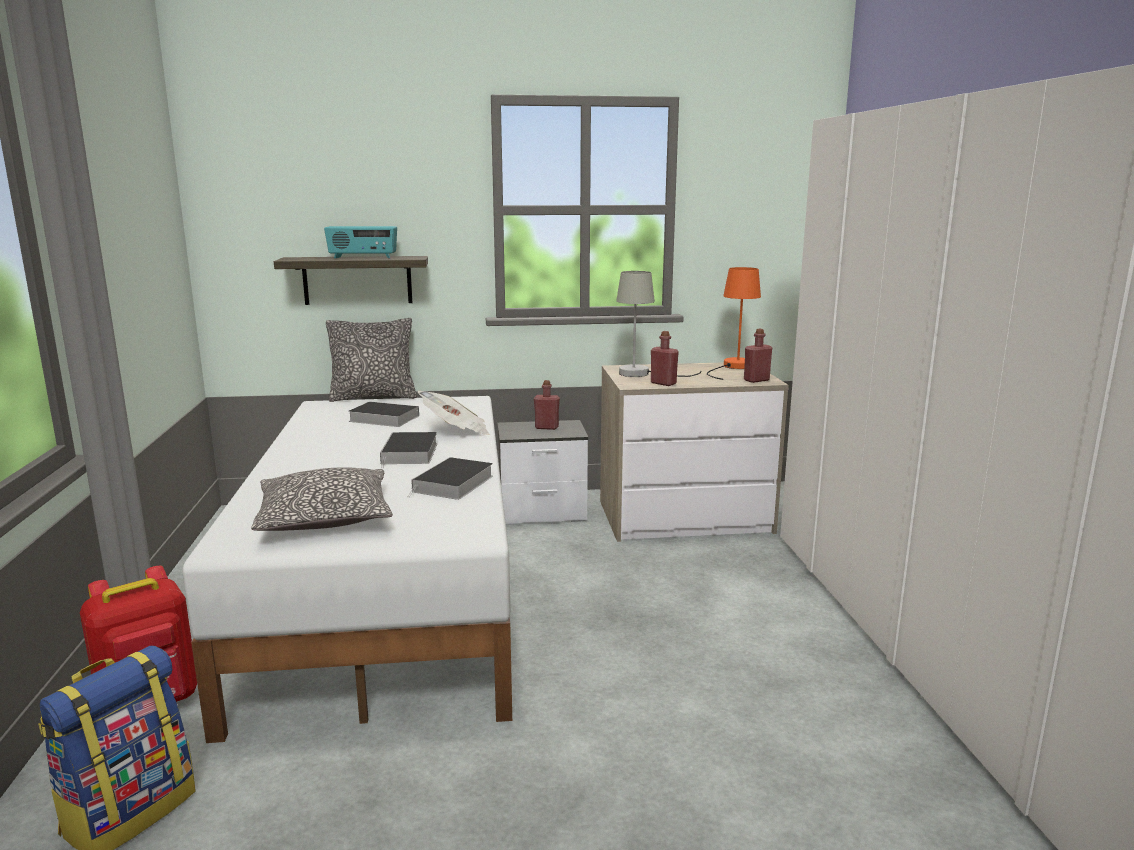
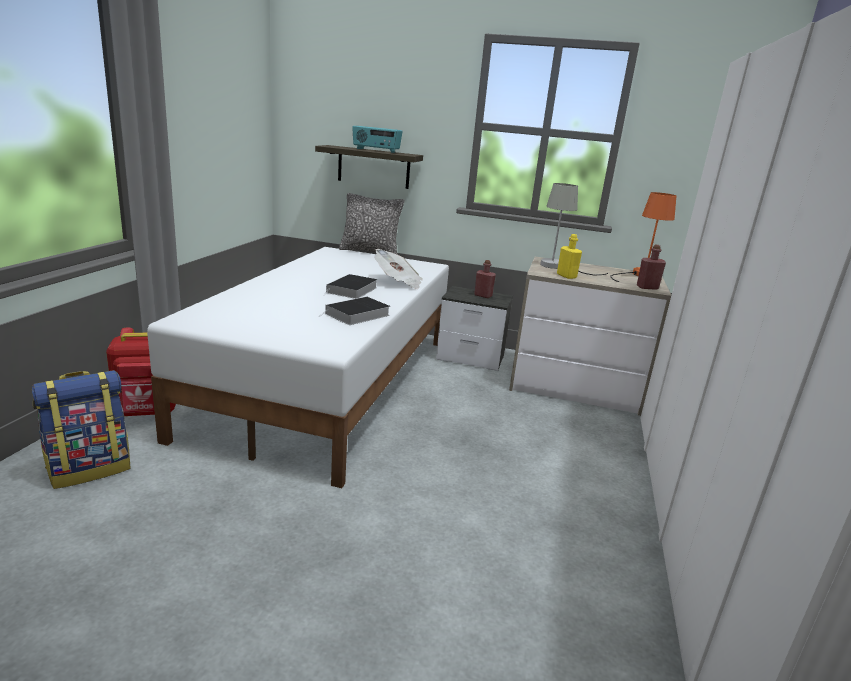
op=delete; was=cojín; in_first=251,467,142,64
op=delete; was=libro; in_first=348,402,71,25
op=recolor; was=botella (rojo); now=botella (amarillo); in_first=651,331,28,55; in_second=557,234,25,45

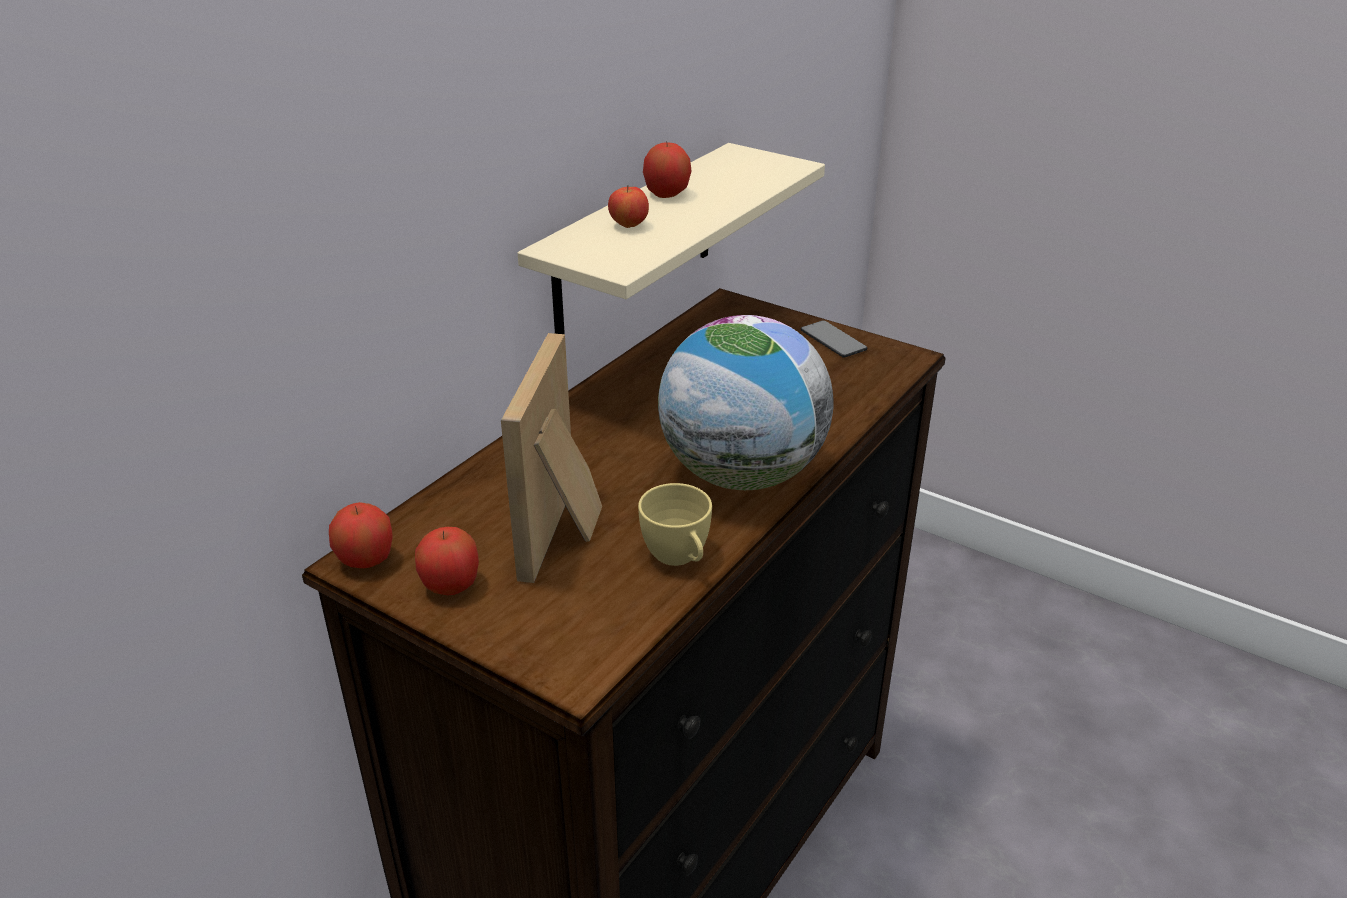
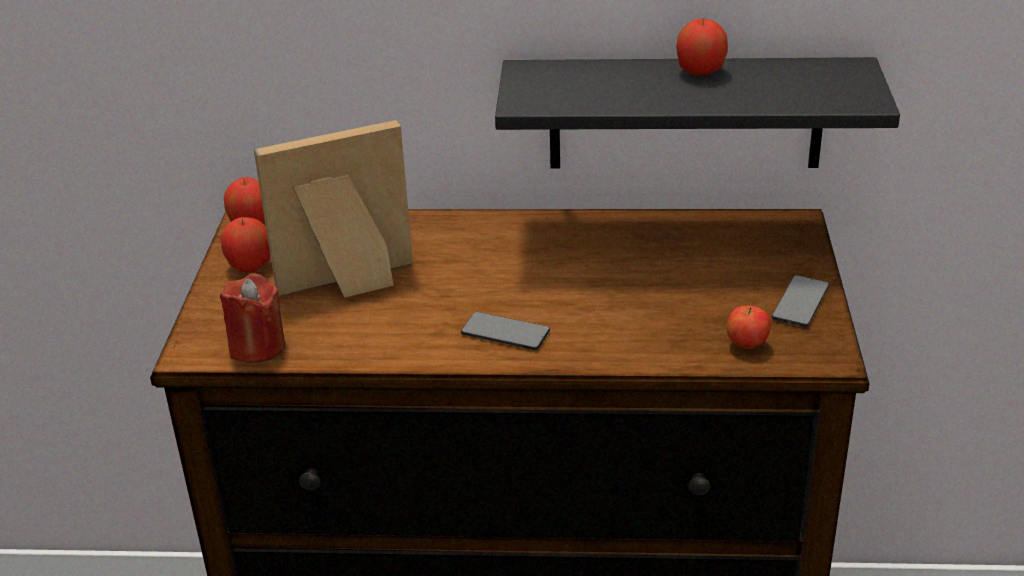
op=delete; was=taza (amarillo); in_first=638,483,74,83
op=insert; now=vela (rojo); in_second=220,273,65,90
op=move; was=manzana; in_first=608,185,41,43; in_second=727,306,44,43
op=replace; was=globo terráqueo; now=móvil; in_first=658,315,176,175; in_second=461,312,89,38
op=recolor; was=estante (beis); now=estante (negro); in_first=518,143,307,191; in_second=495,57,405,112

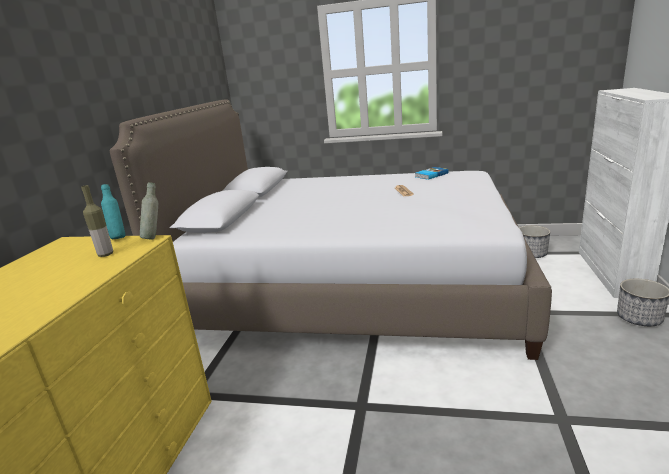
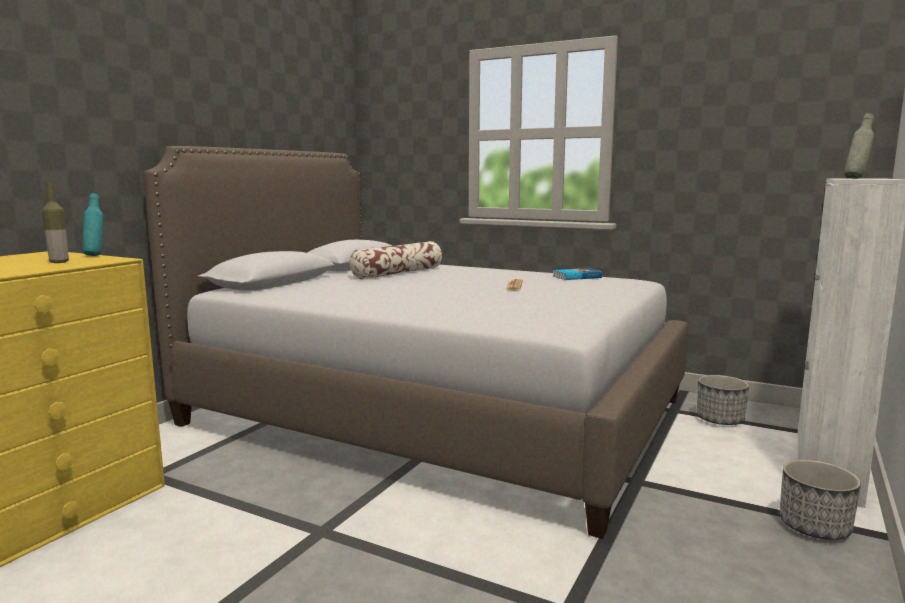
op=insert; now=cojín; in_second=349,241,93,38
op=move; was=botella (gris); in_first=140,182,18,58; in_second=844,113,30,66

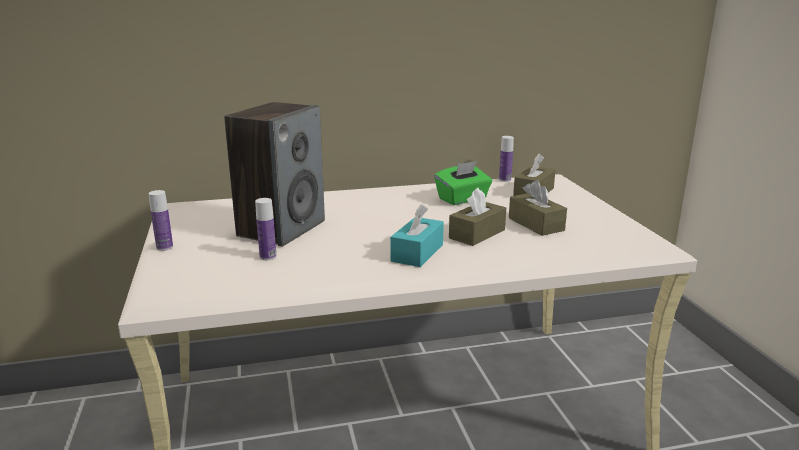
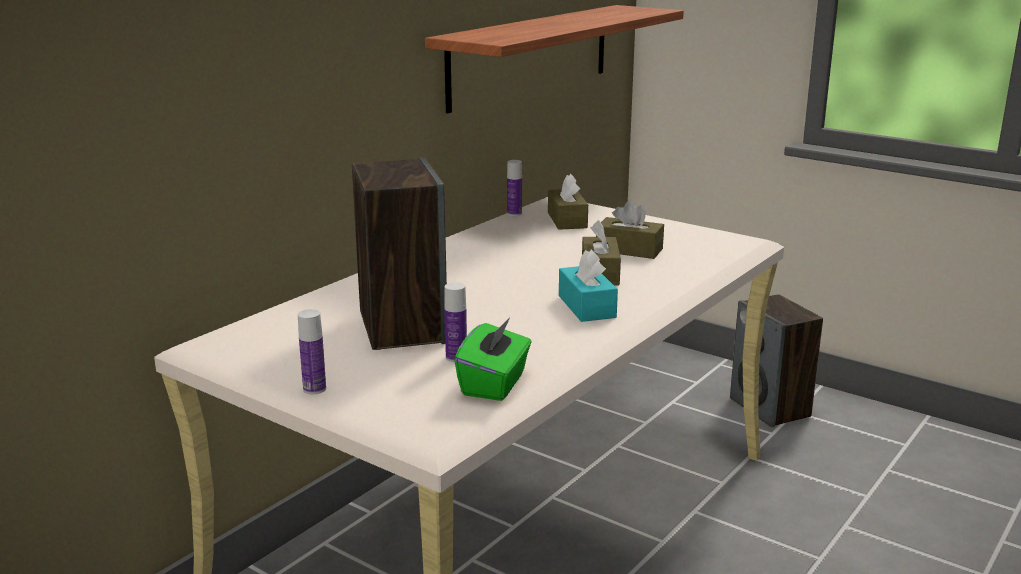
op=insert; now=estante; in_second=425,5,259,108
op=insert; now=altavoz; in_second=730,294,93,133
op=move; was=caja de pañuelos (verde); in_first=434,161,58,44; in_second=454,318,78,83

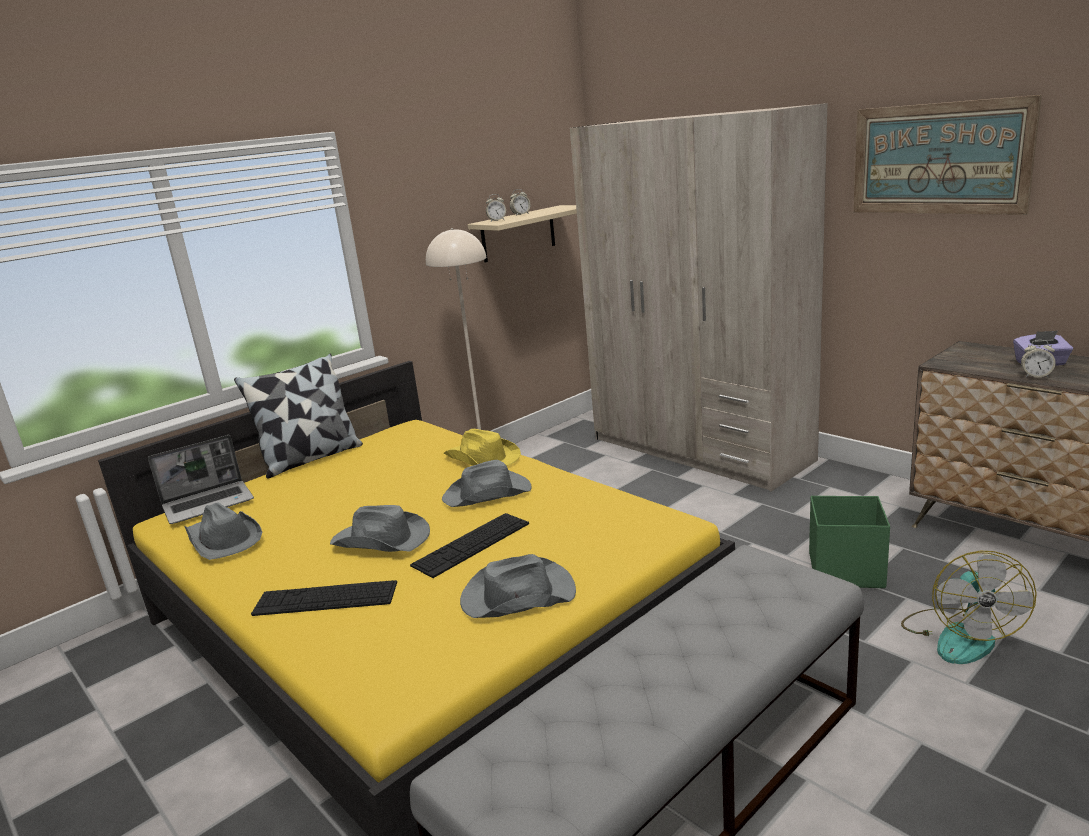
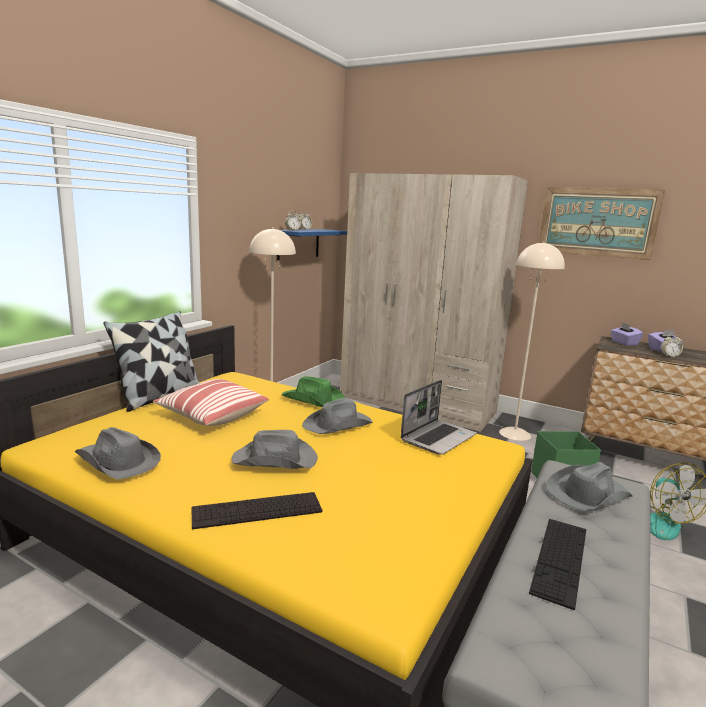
op=insert; now=cojín; in_second=153,379,116,47
op=insert; now=lámpara de pie (beis); in_second=499,242,66,199
op=insert; now=caja de pañuelos (morado); in_second=611,322,32,24
op=move; was=portátil; in_first=148,435,106,89; in_second=400,380,77,75
op=move; was=teclado; in_first=410,513,119,65; in_second=529,519,57,91
op=move; was=sombrero (gris); in_first=460,554,116,64; in_second=546,462,86,49
op=recolor; was=sombrero (amarillo); now=sombrero (verde); in_first=443,429,78,37; in_second=281,376,64,31
op=recolor; was=estante (beis); now=estante (azul); in_first=468,205,109,58; in_second=277,229,70,31

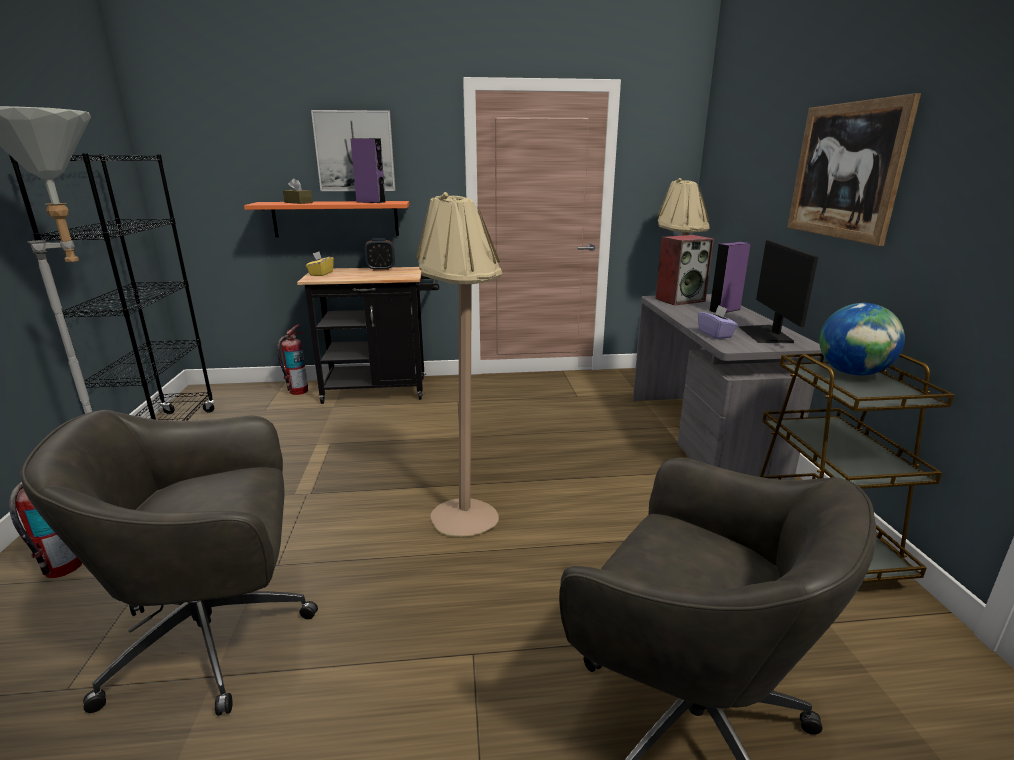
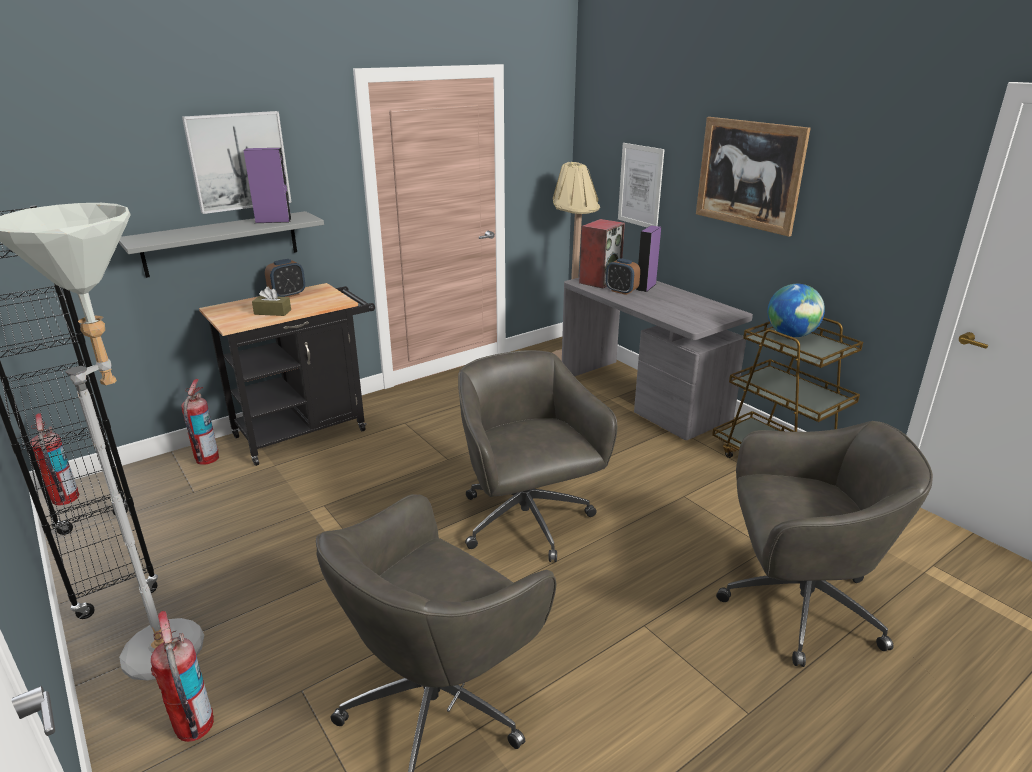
op=delete; was=caja de pañuelos (amarillo); in_first=306,251,28,25
op=delete; was=caja de pañuelos (morado); in_first=698,305,40,34
op=delete; was=monitor; in_first=739,240,79,103
op=insert; now=extintor; in_second=30,413,49,92
op=insert; now=despertador; in_second=606,258,34,37
op=insert; now=cuadro; in_second=618,143,47,84
op=move; was=caja de pañuelos (marrón); in_first=283,178,30,26; in_second=252,287,39,29
op=replace; was=lámpara de pie (beis); now=silla de oficina (gris); in_first=416,192,86,345; in_second=458,350,159,212
op=recolor; was=estante (naranja); now=estante (gris); in_first=244,201,165,36; in_second=119,211,205,67

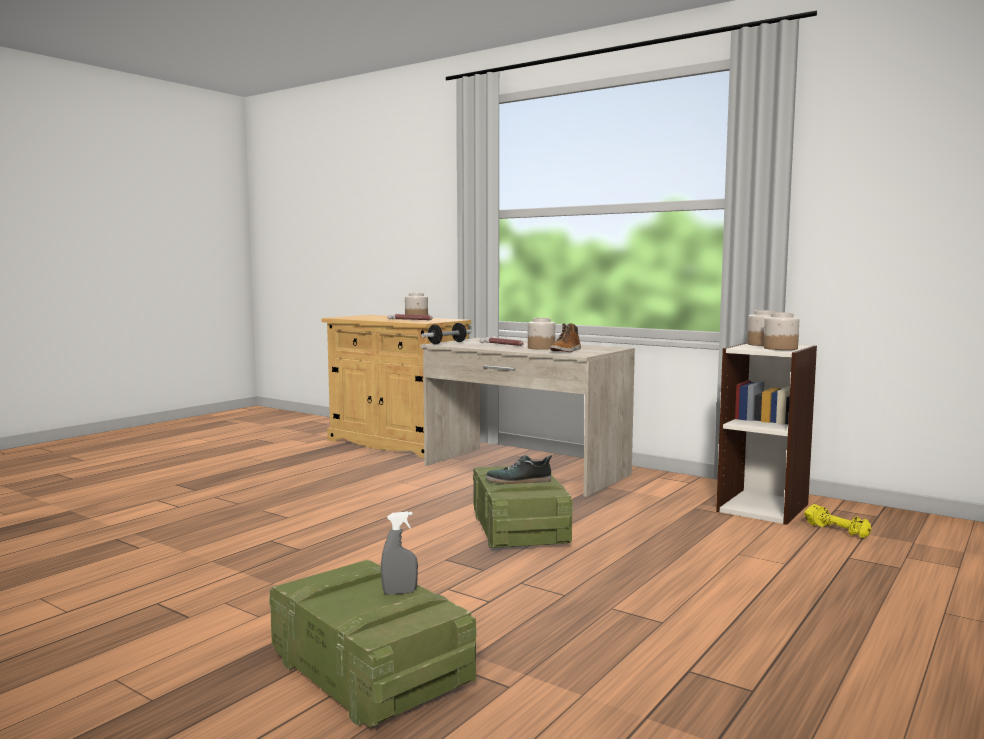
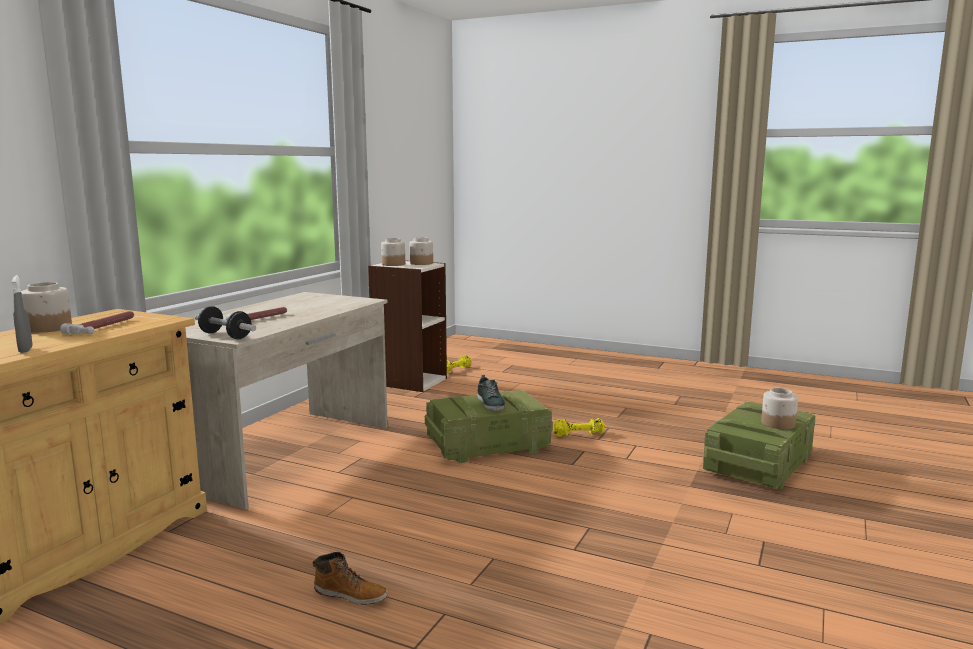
op=insert; now=mancuerna (amarillo); in_second=554,418,51,19
op=move; was=pulverizador (gris); in_first=381,511,37,84; in_second=12,275,21,78
op=move; was=tarro; in_first=528,318,27,32; in_second=761,388,37,42
op=move; was=bota; in_first=550,323,31,29; in_second=312,552,76,53

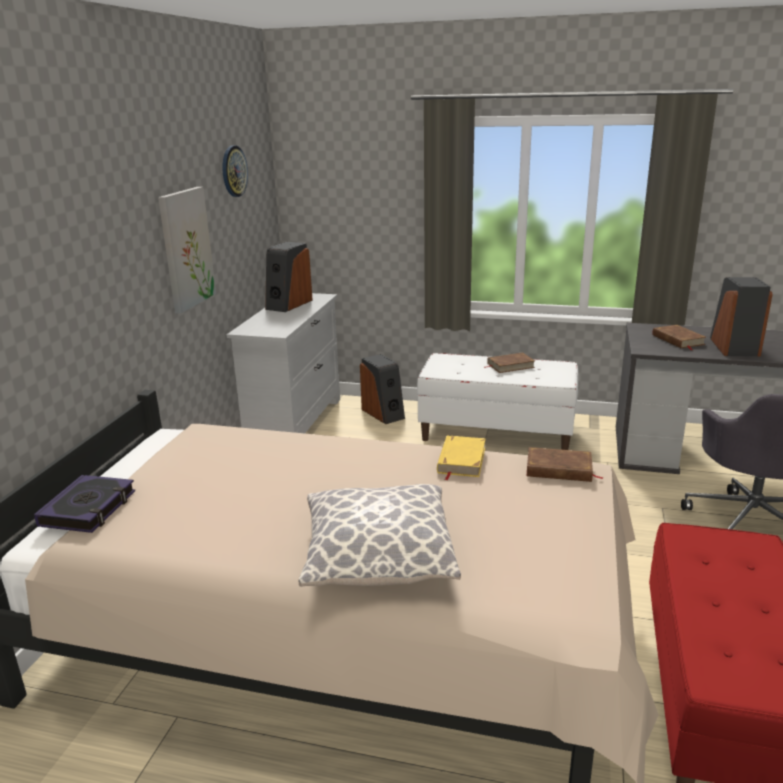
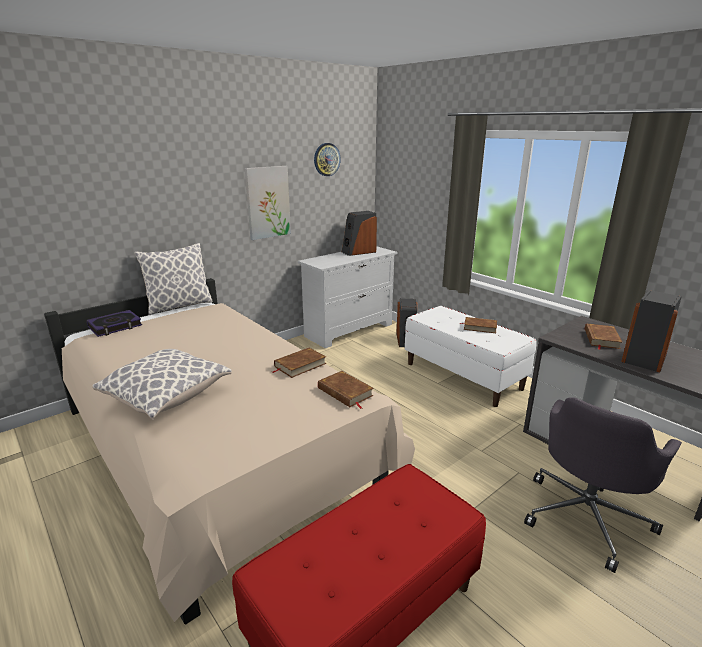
op=insert; now=cojín; in_second=135,243,78,72
op=recolor; was=libro (amarillo); now=libro (marrón); in_first=437,435,48,45; in_second=272,348,54,30

